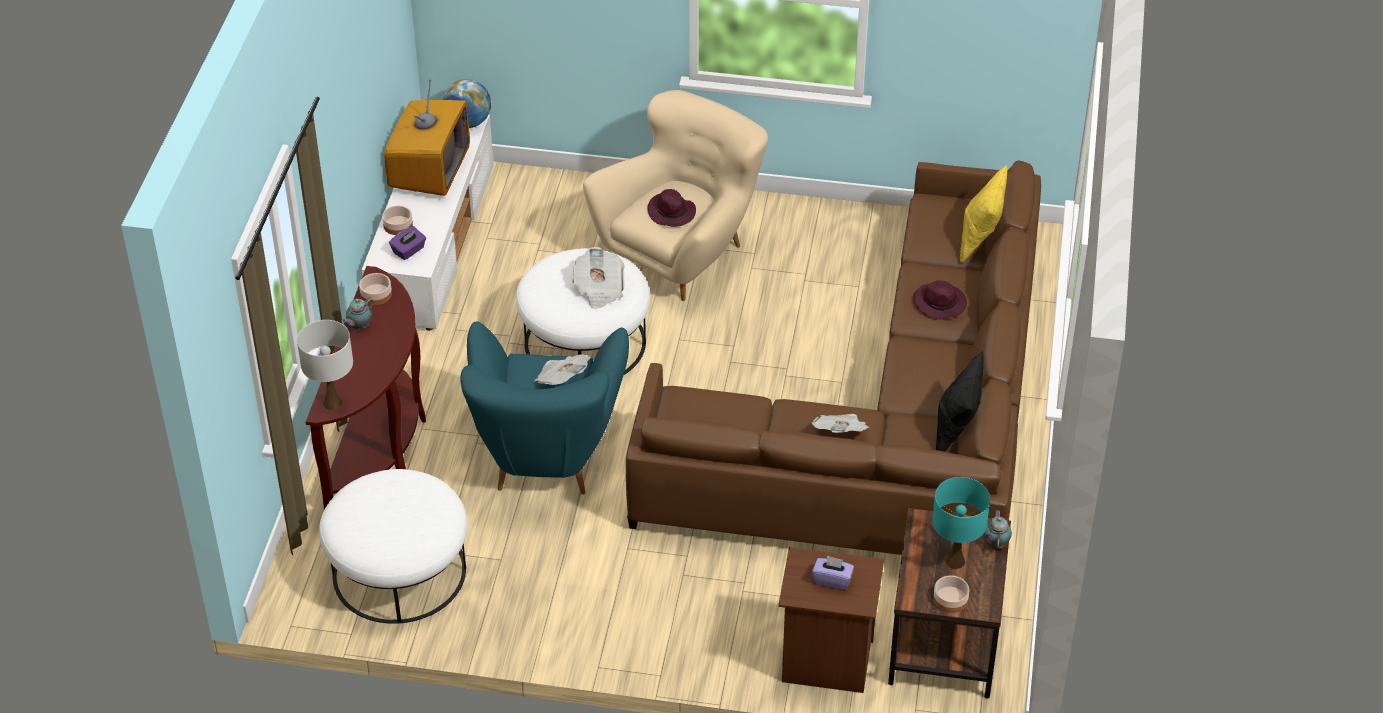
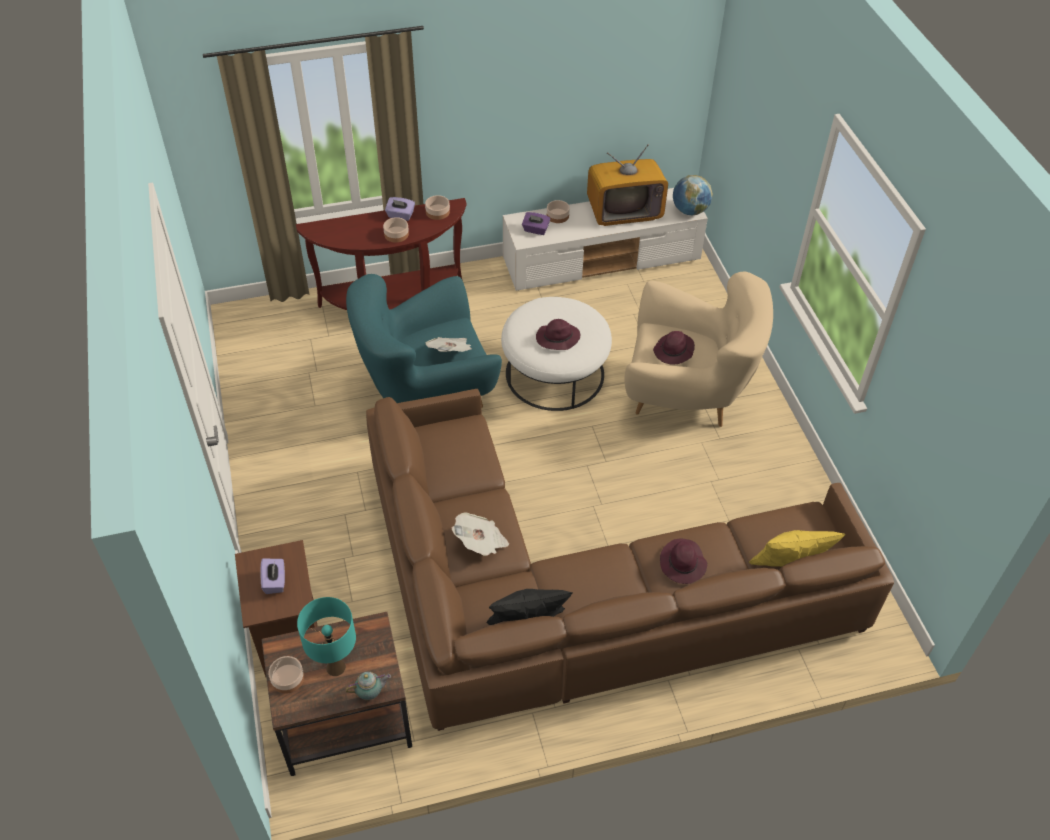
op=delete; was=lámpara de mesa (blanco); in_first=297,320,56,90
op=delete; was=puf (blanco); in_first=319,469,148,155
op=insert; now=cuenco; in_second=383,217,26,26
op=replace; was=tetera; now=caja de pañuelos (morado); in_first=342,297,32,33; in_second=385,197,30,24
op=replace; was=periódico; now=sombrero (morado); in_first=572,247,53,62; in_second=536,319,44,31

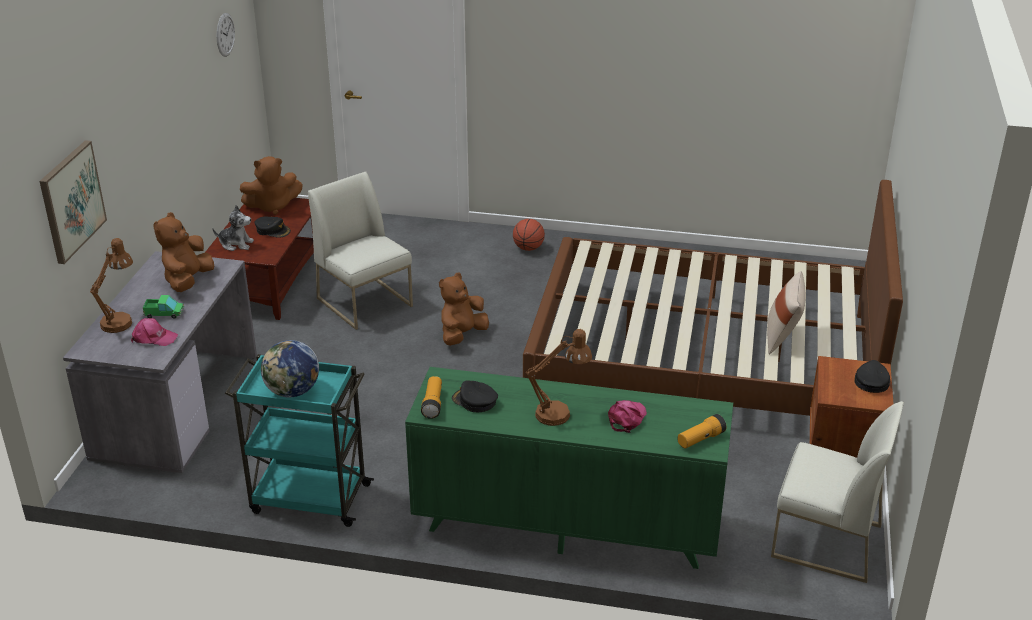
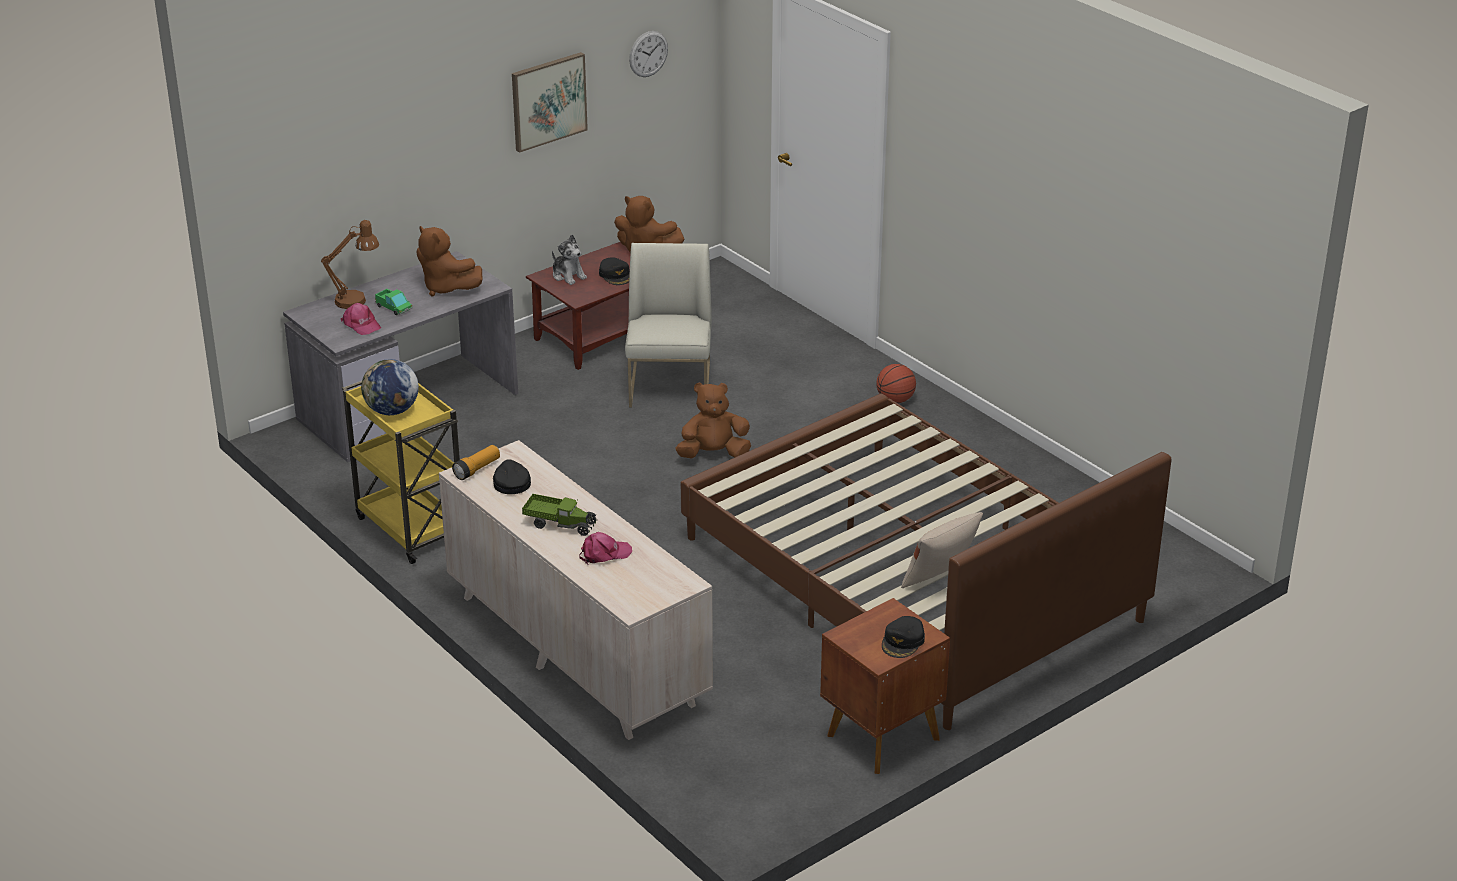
op=delete; was=linterna; in_first=677,414,49,34
op=delete; was=silla (blanco); in_first=771,401,133,182
op=move; was=cuadro; in_first=39,140,68,124; in_second=512,52,76,101
op=replace; was=lámpara de mesa (marrón); now=camión de juguete; in_first=526,329,66,97; in_second=522,494,75,42
op=recolor; was=carrito (turquesa); now=carrito (amarillo); in_first=225,354,149,173; in_second=342,381,118,183
op=recolor; was=cómoda (verde); now=cómoda (beis); in_first=405,367,328,202; in_second=439,440,274,300
op=rotate; was=peluche (marrón); in_first=153,212,61,80; in_second=417,226,65,70; clockwise=-105
op=rotate; was=gorra (negro); in_first=854,360,36,33; in_second=882,616,43,42; clockwise=150

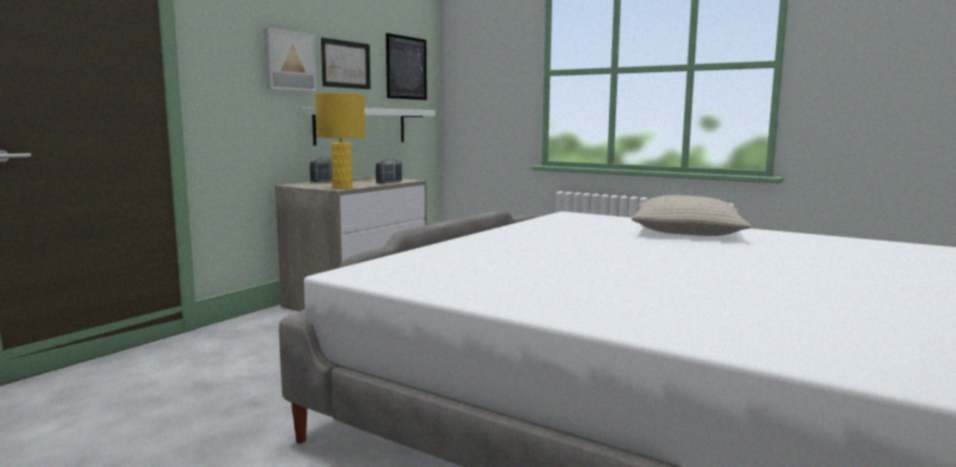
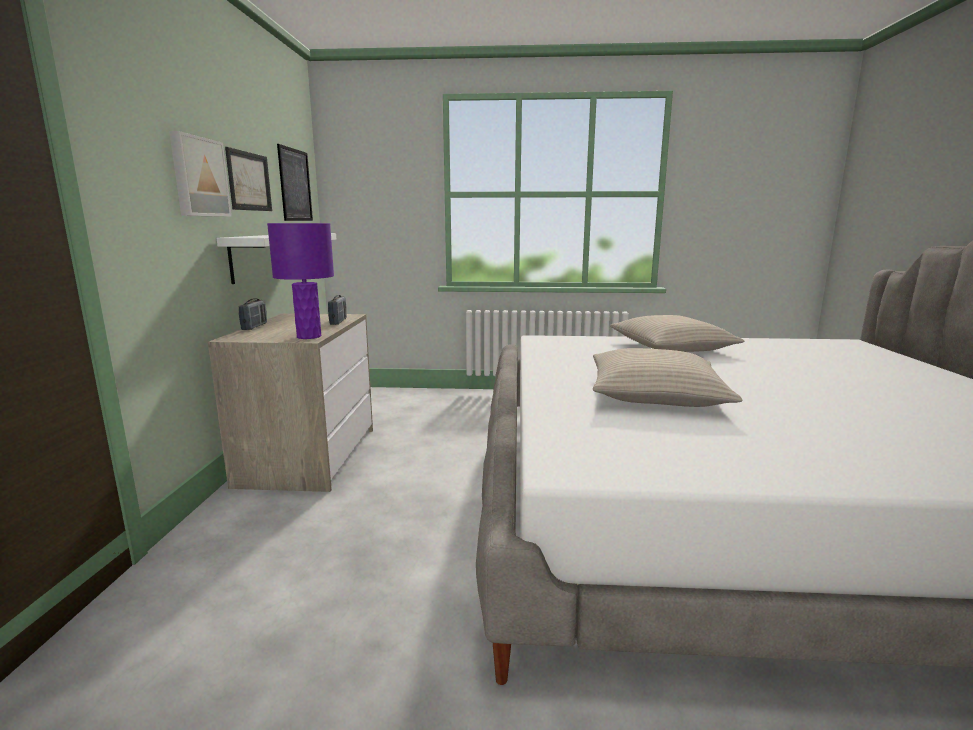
op=insert; now=cojín (beis); in_second=593,348,149,59
op=recolor; was=lámpara de mesa (amarillo); now=lámpara de mesa (morado); in_first=315,93,50,96; in_second=267,223,67,116

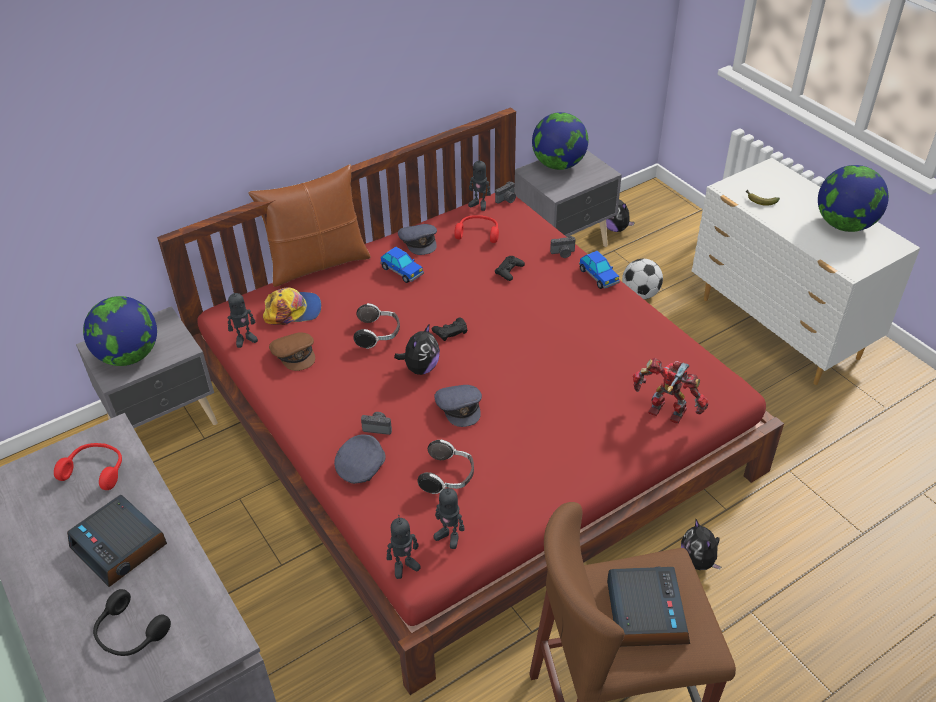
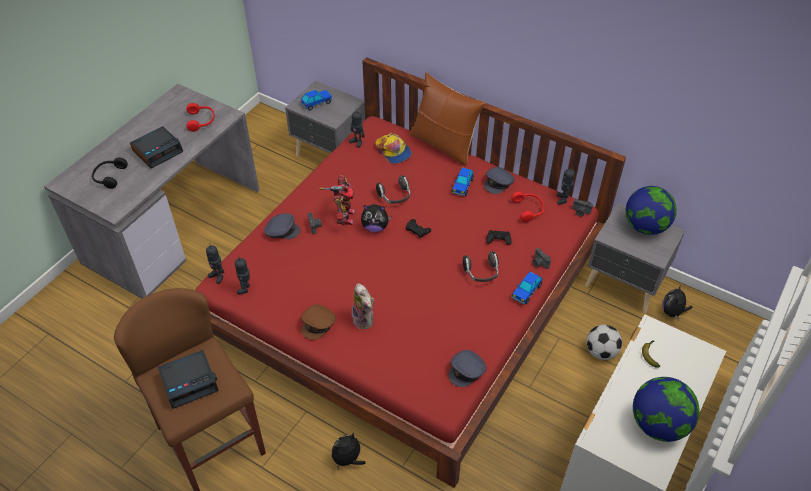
op=insert; now=peluche; in_second=352,283,22,46
op=move; was=gorra (marrón); in_first=269,333,46,38; in_second=301,305,35,35
op=move; was=auriculares; in_first=418,440,56,54; in_second=463,251,36,31
op=move; was=gorra (gris); in_first=434,385,48,42; in_second=449,350,37,37
op=move; was=robot de juguete; in_first=633,358,75,65; in_second=319,175,36,50
op=replace; was=globo terráqueo; now=coche de juguete; in_first=83,296,74,70; in_second=301,90,31,20
op=rotate; was=despertador; in_first=67,495,100,92; in_second=130,126,53,42; clockwise=-150

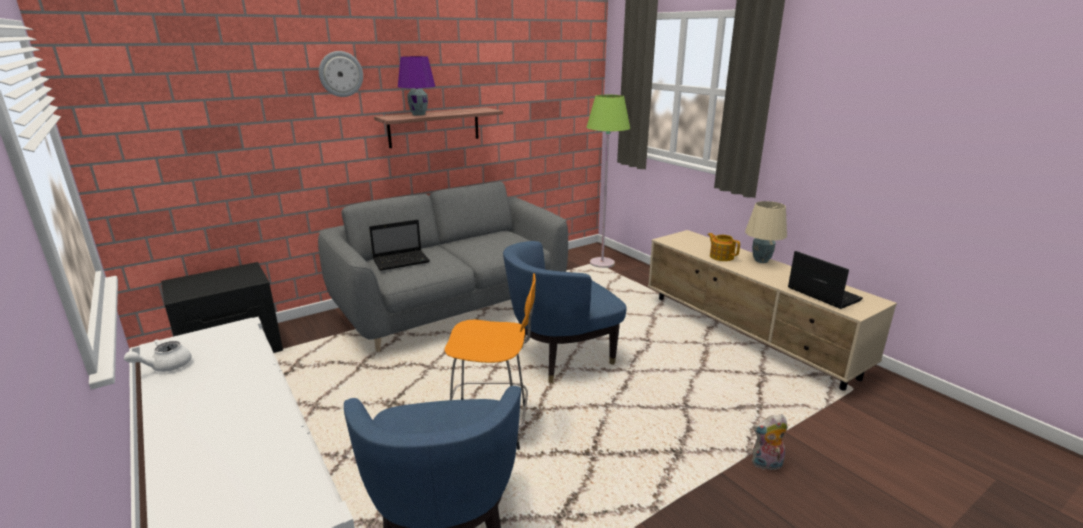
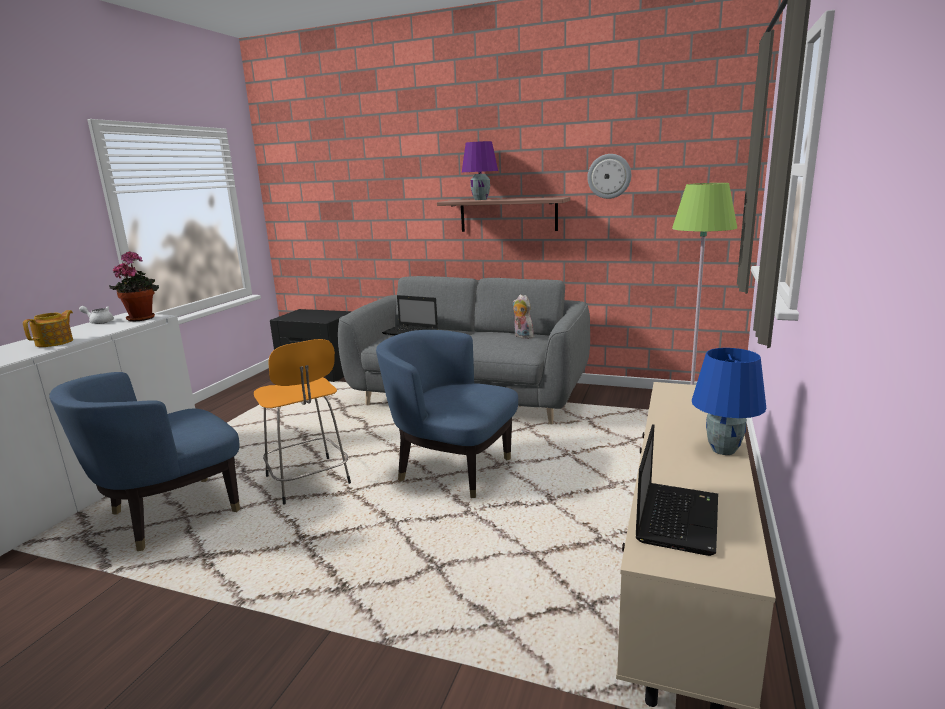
op=insert; now=planta en maceta; in_second=109,251,50,70
op=move; was=reloj de pared; in_first=319,51,44,46; in_second=587,154,44,45
op=move; was=tetera; in_first=708,233,32,28; in_second=23,310,50,37
op=move; was=peluche; in_first=752,414,36,56; in_second=513,294,21,45
op=recolor; was=lámpara de mesa (beis); now=lámpara de mesa (azul); in_first=745,201,42,62; in_second=692,348,74,107

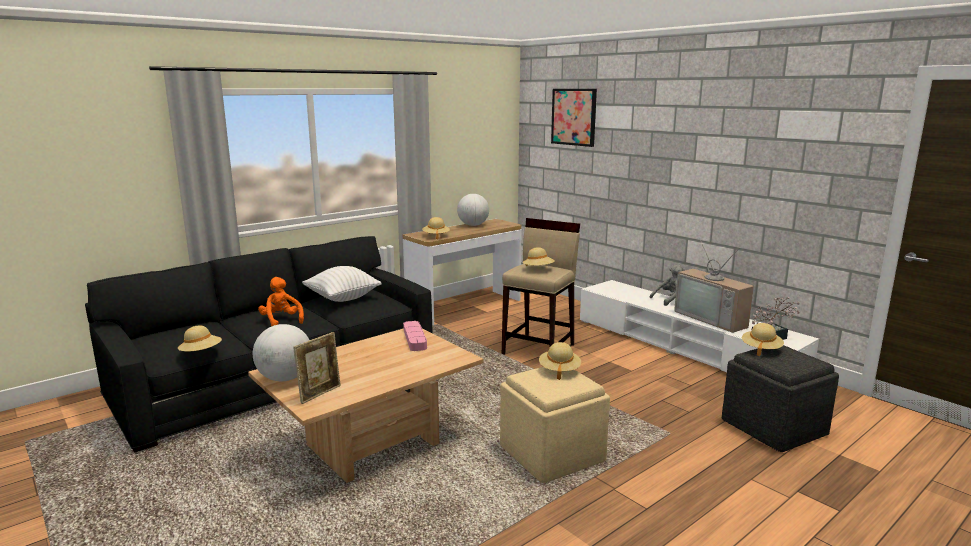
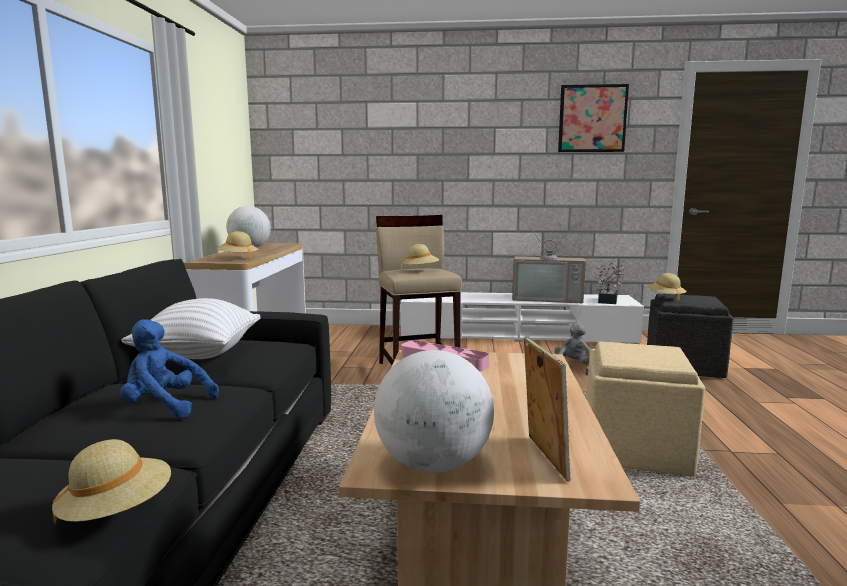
op=delete; was=sombrero (beis); in_first=539,342,42,38
op=move; was=cuadro; in_first=551,89,46,58; in_second=558,84,71,68
op=move; was=peluche (gris); in_first=650,265,35,41; in_second=554,323,37,52
op=recolor; was=peluche (naranja); now=peluche (azul); in_first=258,277,46,49; in_second=120,319,99,99

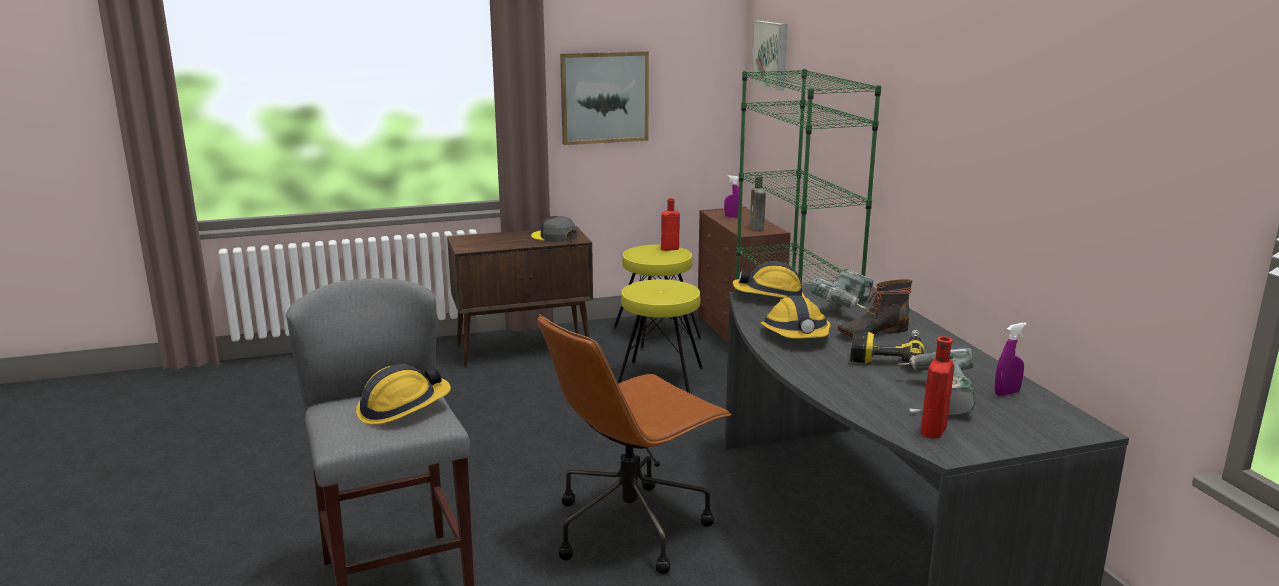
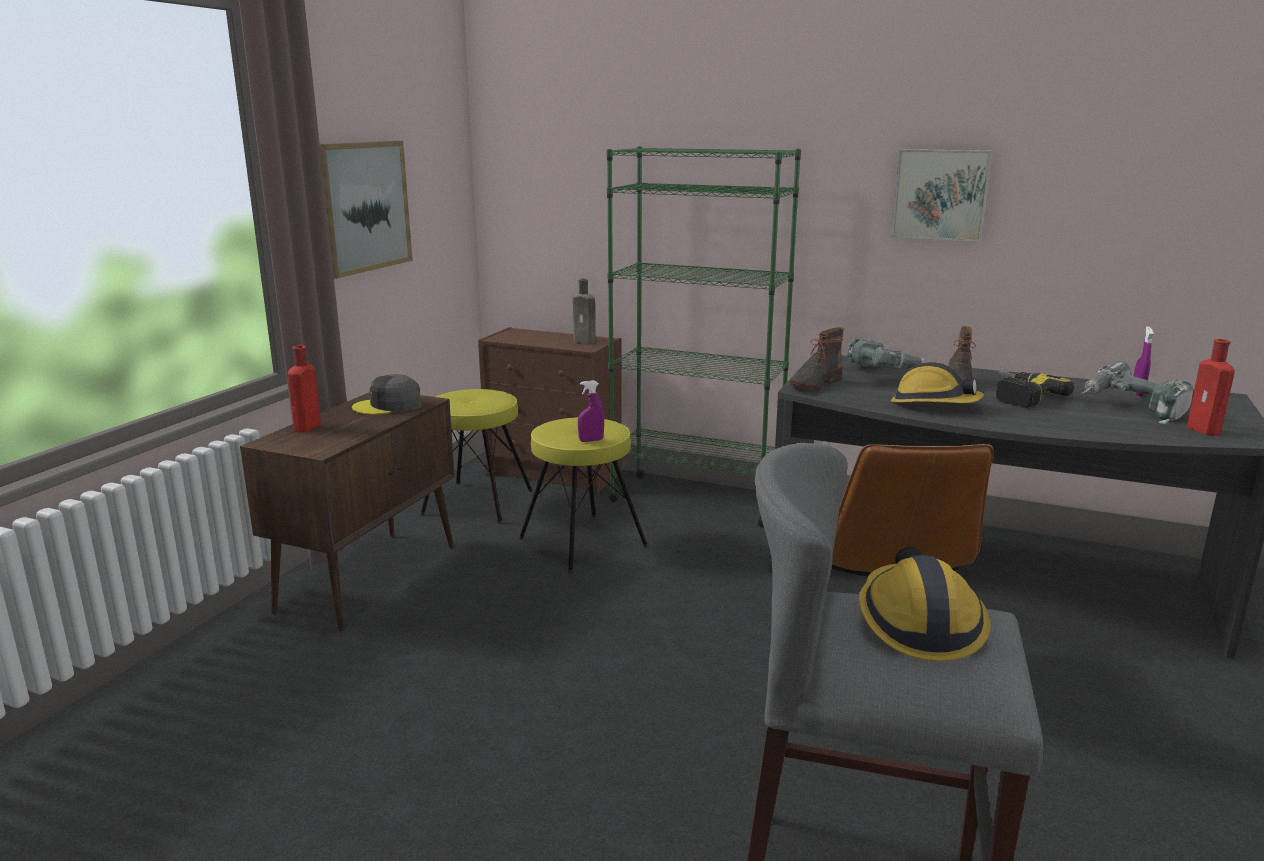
op=move; was=botella (rojo); in_first=661,198,19,53; in_second=288,345,33,87
op=move; was=pulverizador (morado); in_first=724,175,15,43; in_second=578,380,26,62
op=move; was=cuadro; in_first=751,21,36,70; in_second=891,149,101,93
op=replace; was=casco; now=bota; in_first=733,261,72,37; in_second=790,327,54,64

